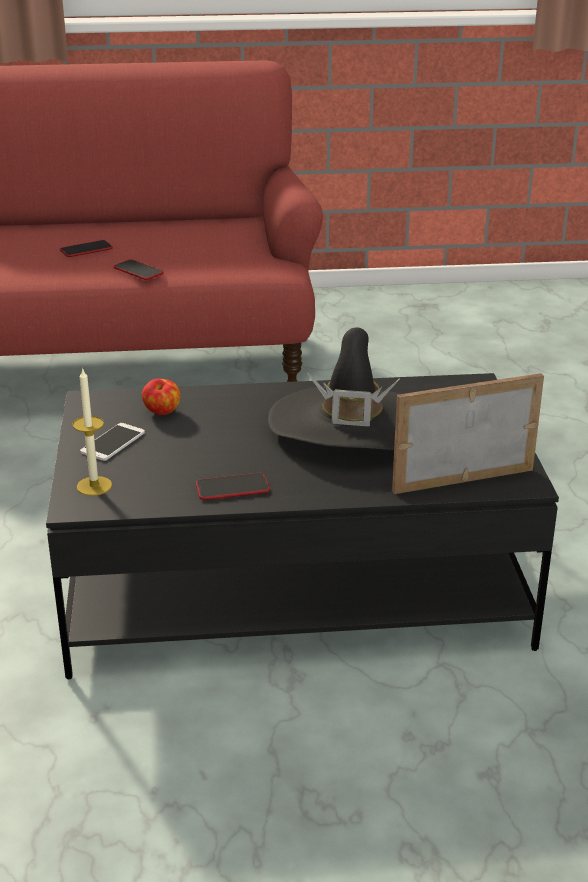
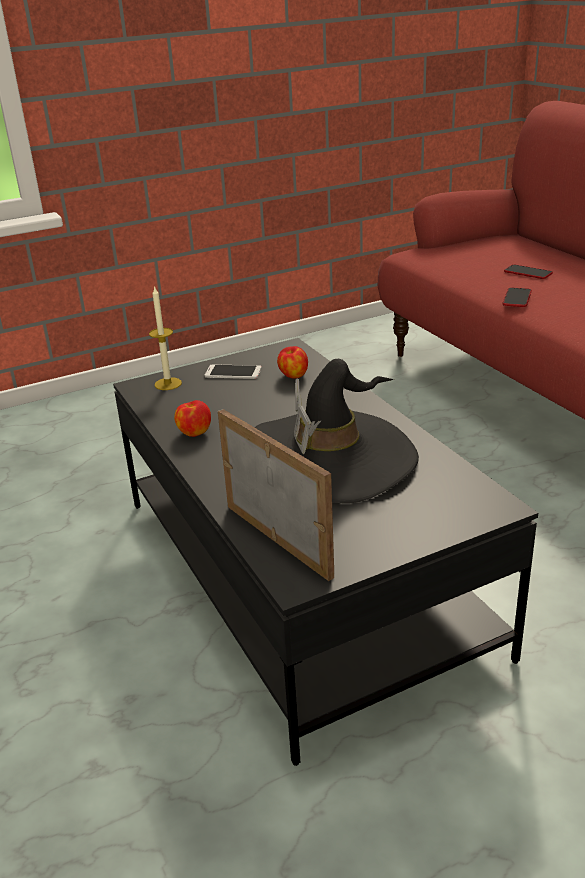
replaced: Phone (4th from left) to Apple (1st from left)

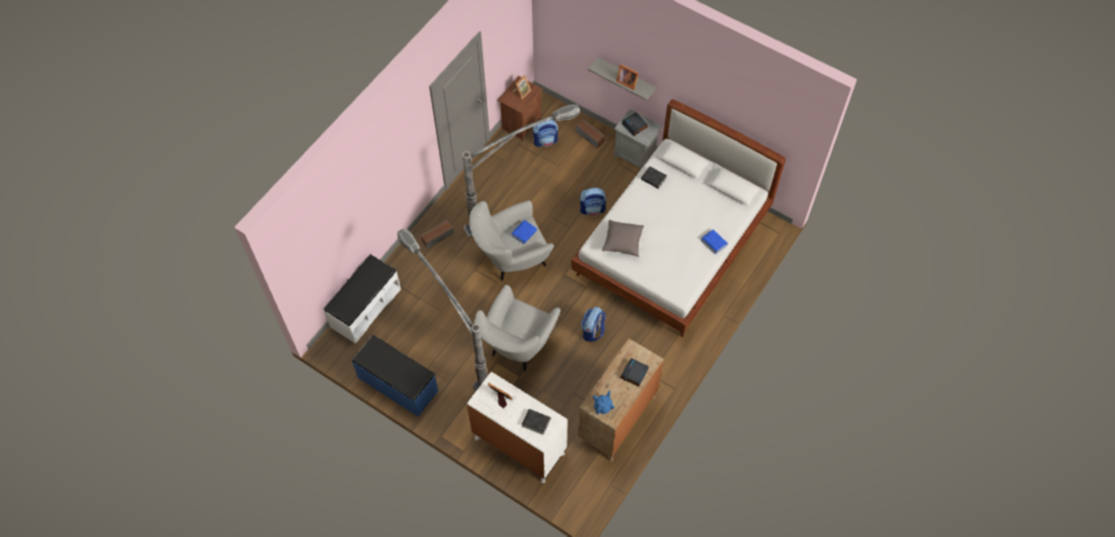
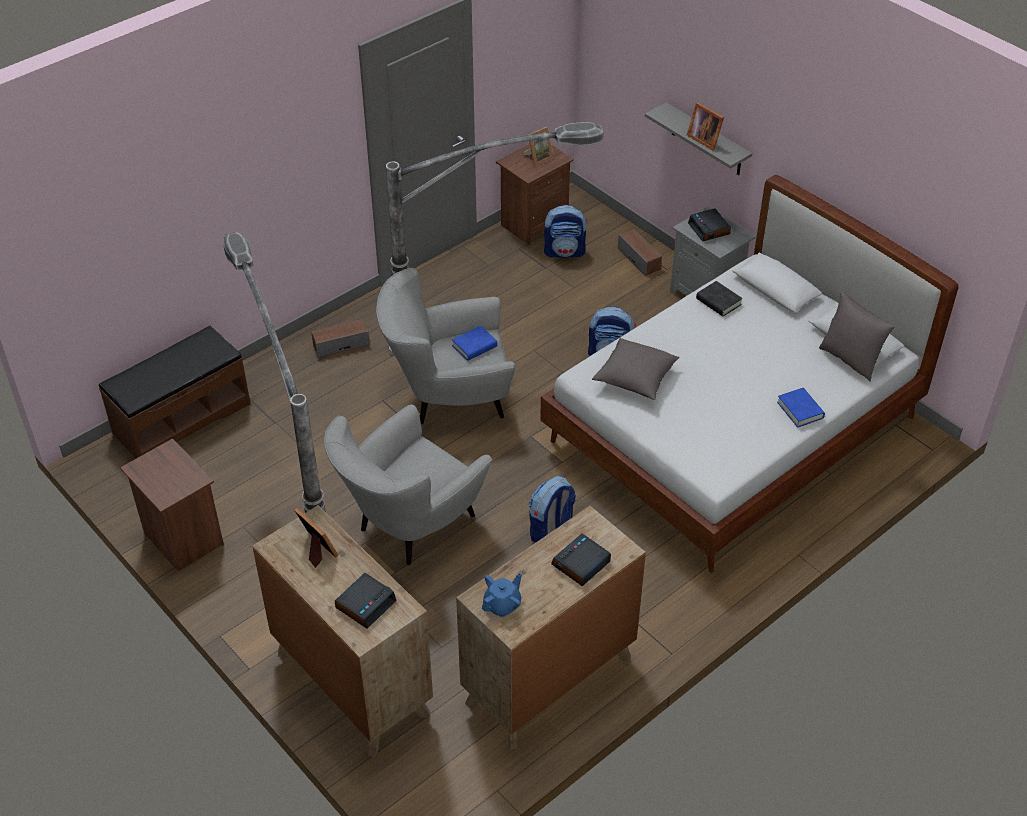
added: GreyPillow (2nd from left)
replaced: BlueBench to BrownNightstand (1st from left); BlackBook (1st from left) to AlarmClock (1st from left)
recoloured: WhiteBench to BrownBench; WhiteDresser to BrownDresser (1st from left)

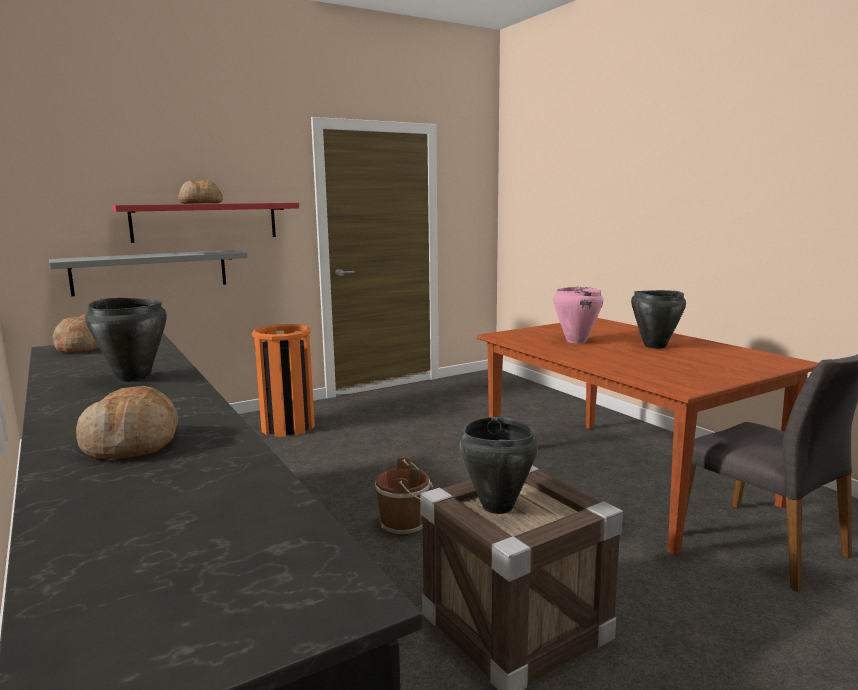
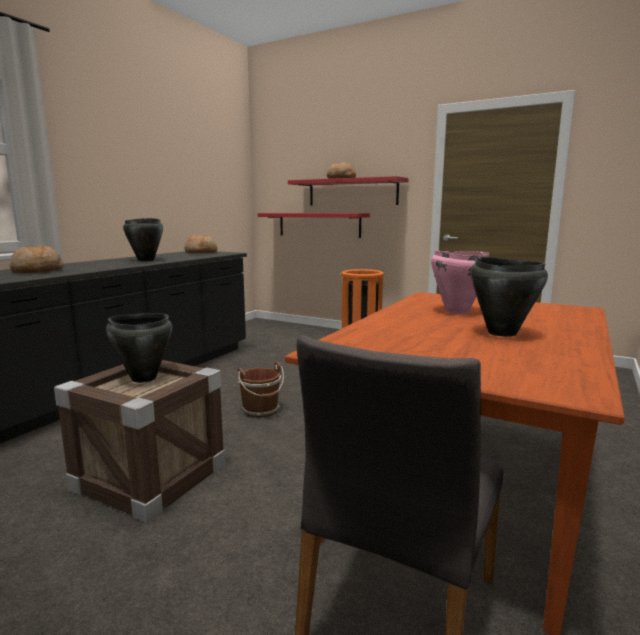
recoloured: GreyShelf to RedShelf (1st from left)

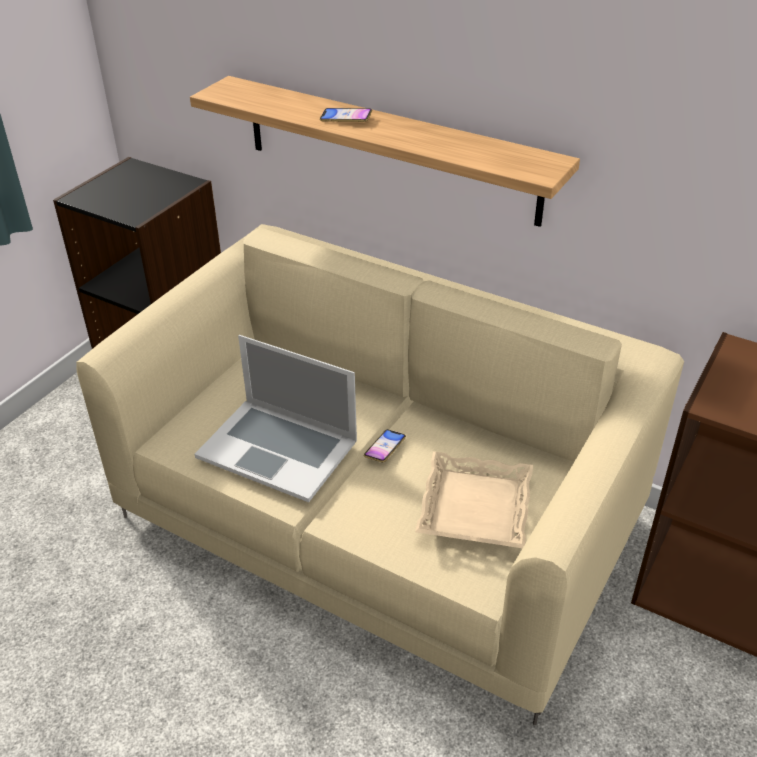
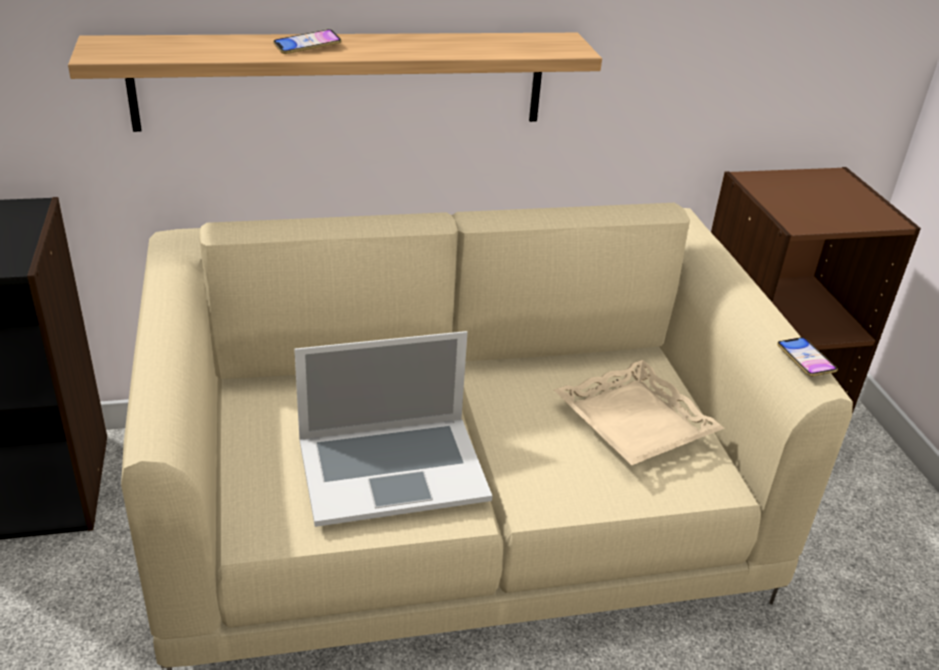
moved: Phone (2nd from left)

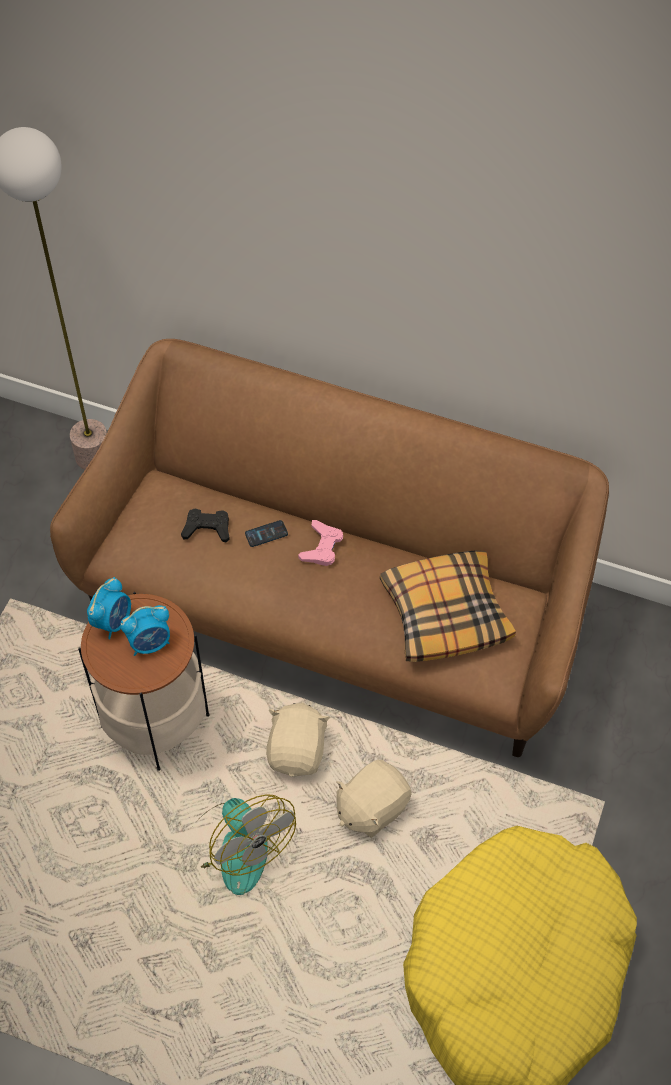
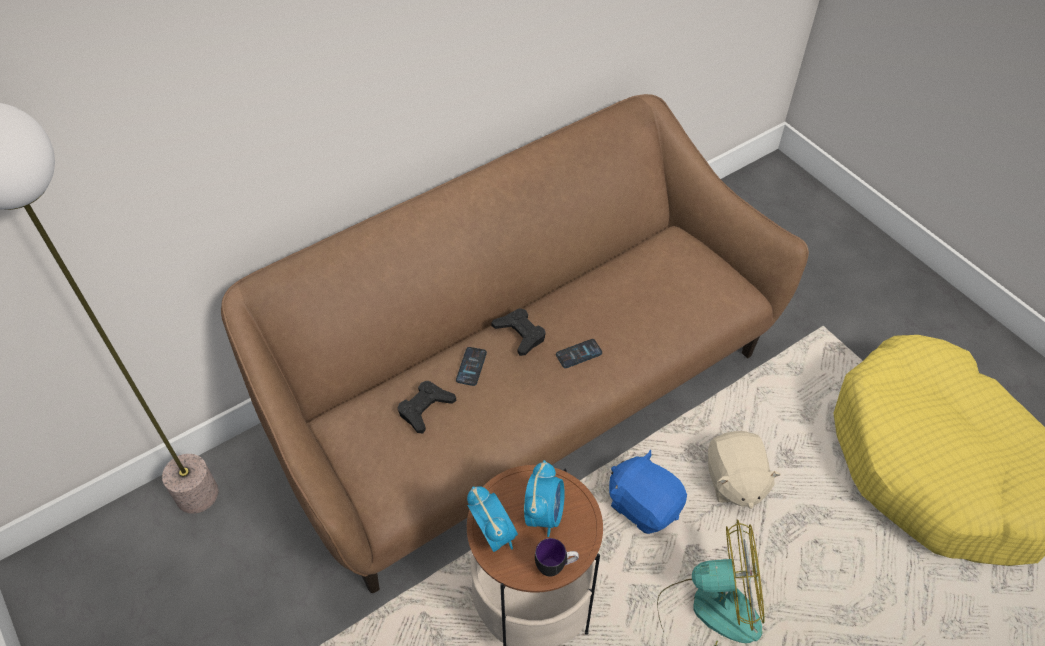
removed: Pillow
added: Mug; Phone (2nd from left)
recoloured: BeigePlushToy (1st from left) to BluePlushToy; PinkGameController to BlackGameController (2nd from left)

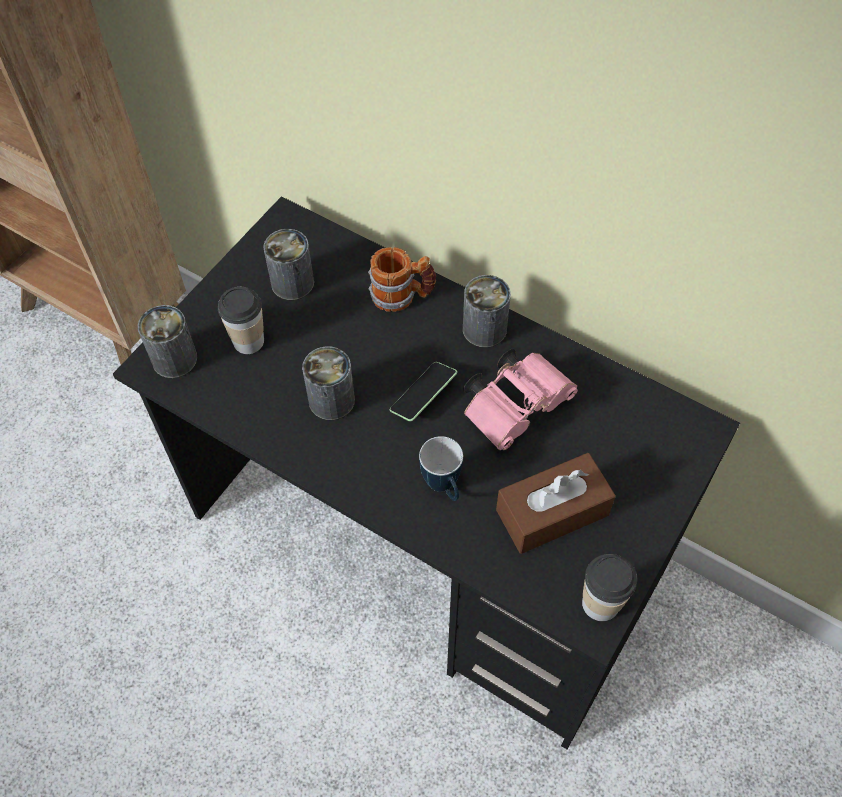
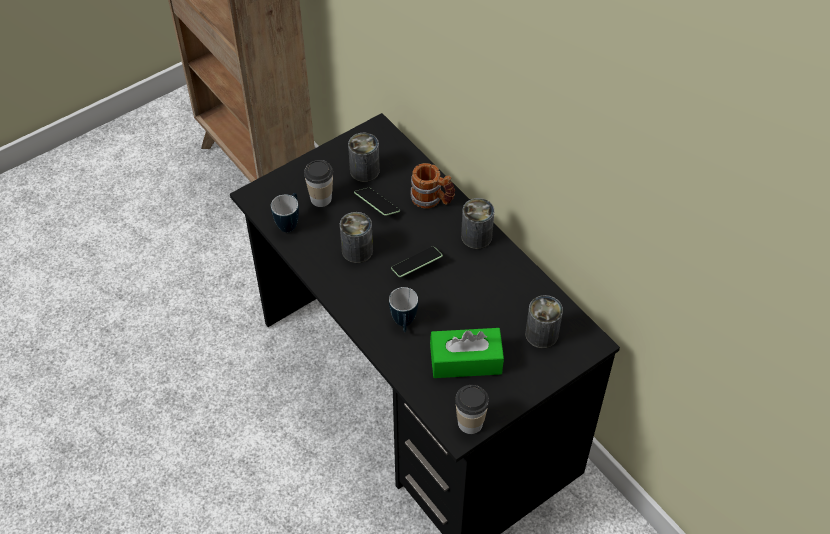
removed: PinkBinoculars
added: Mug (1st from left); Phone (1st from left)
moved: Can (1st from left in the first image) to Can (4th from left)
recoloured: BrownTissueBox to GreenTissueBox

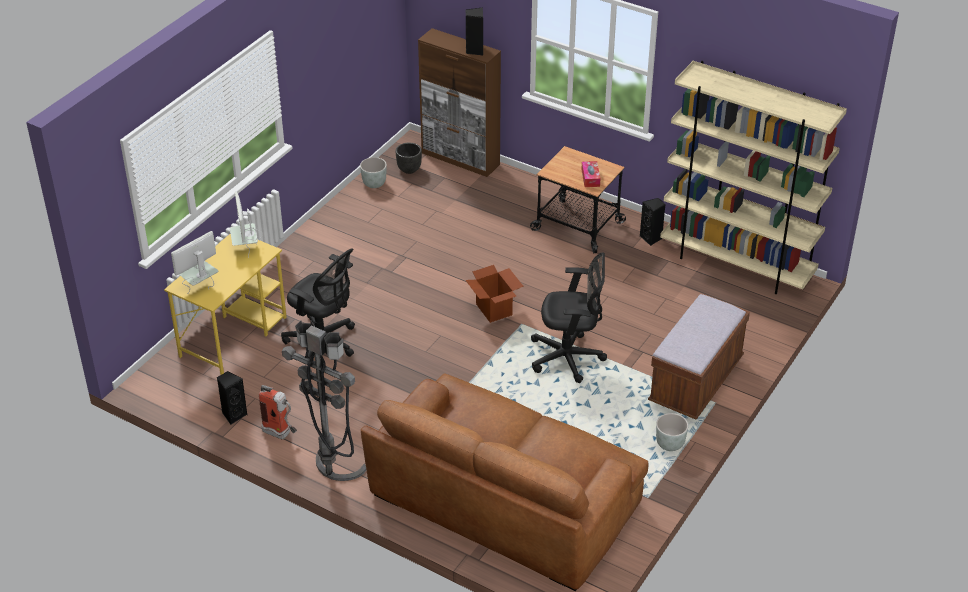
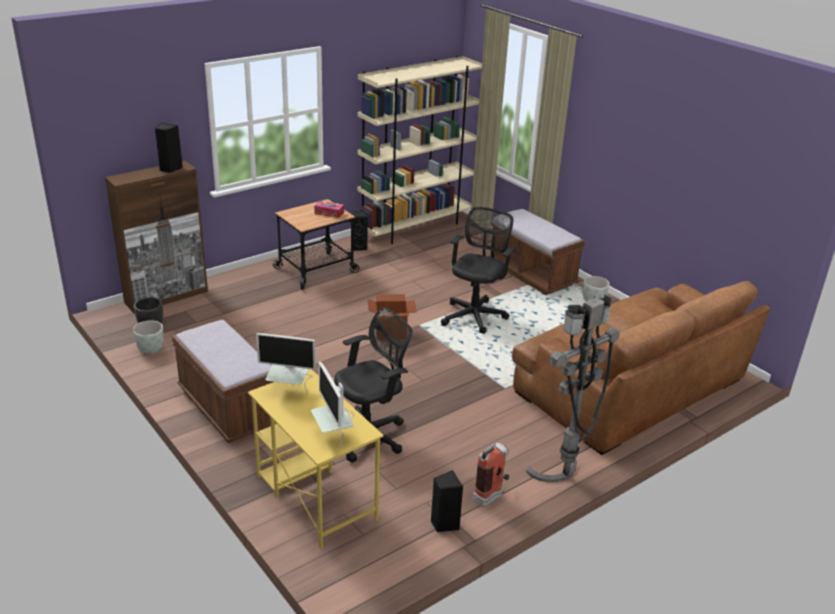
added: BrownBench (1st from left)

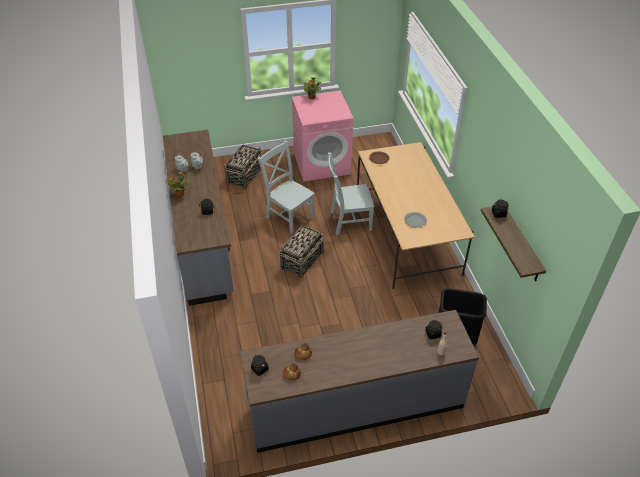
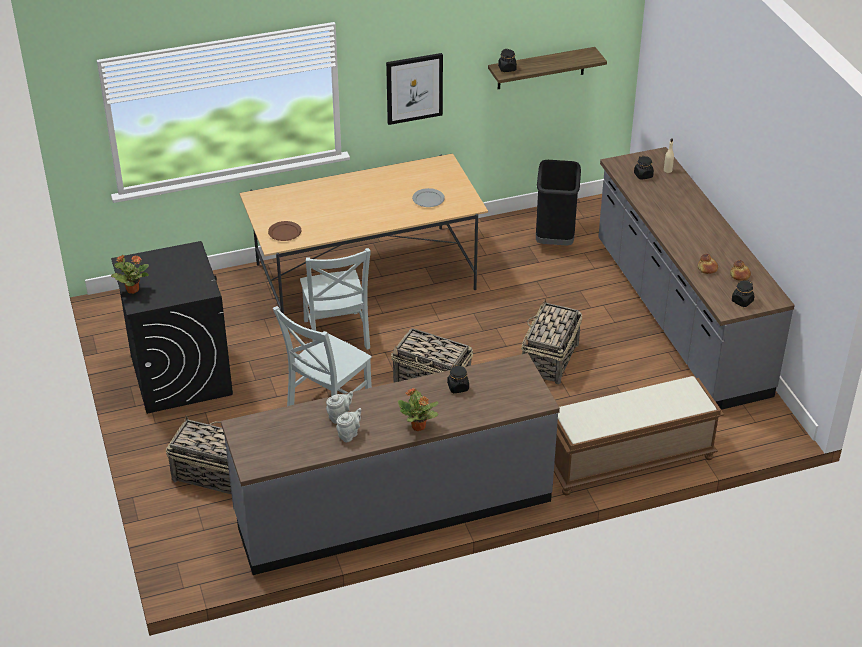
added: Picture; Basket (3rd from left); BrownBench
recoloured: PinkWashingMachine to BlackWashingMachine

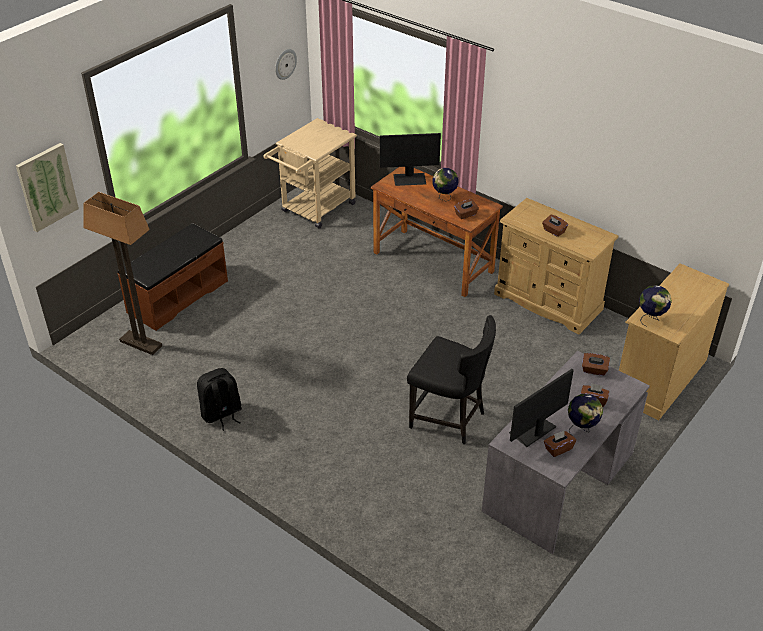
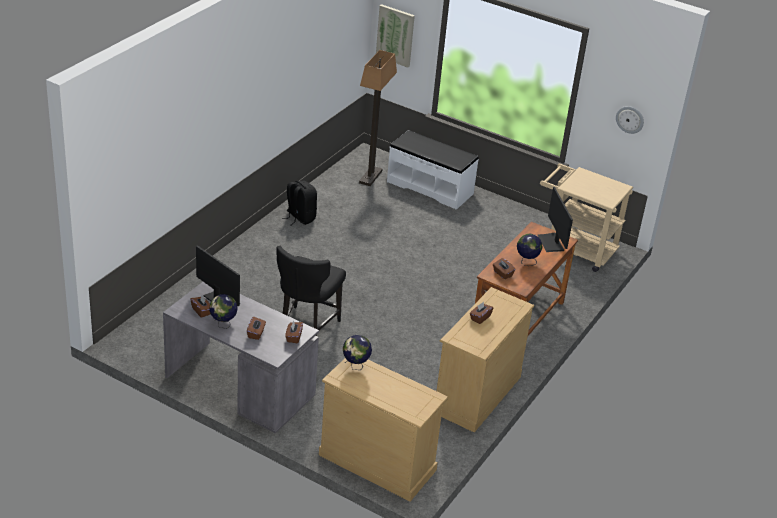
recoloured: BrownBench to WhiteBench

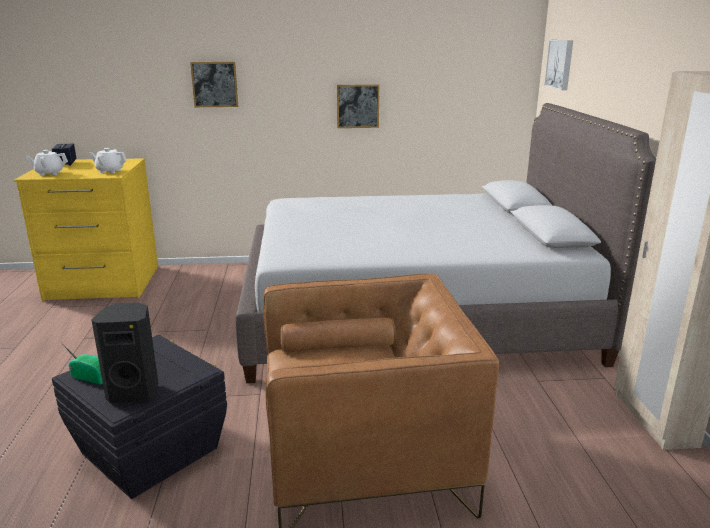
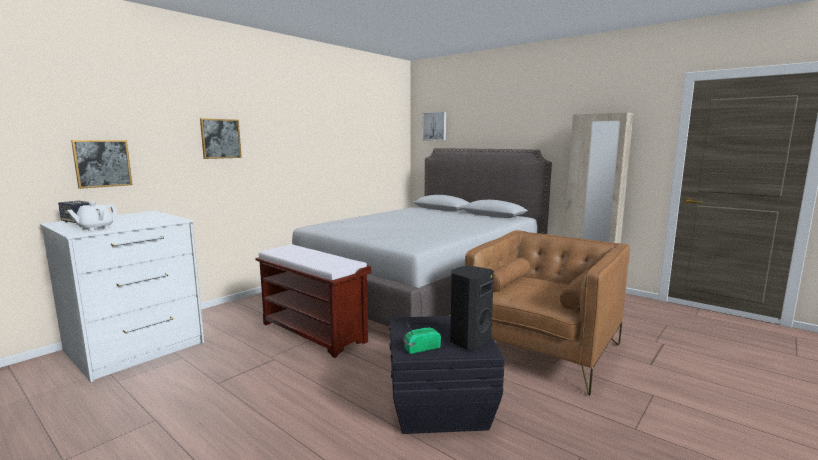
removed: WhiteTeapot (2nd from left)
added: BrownBench
moved: Picture (2nd from left in the first image) to Picture (1st from left)
recoloured: YellowDresser to WhiteDresser

